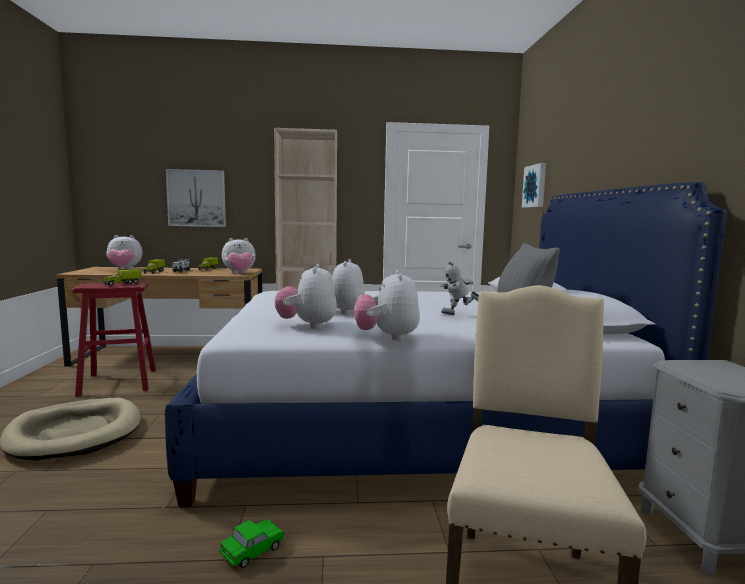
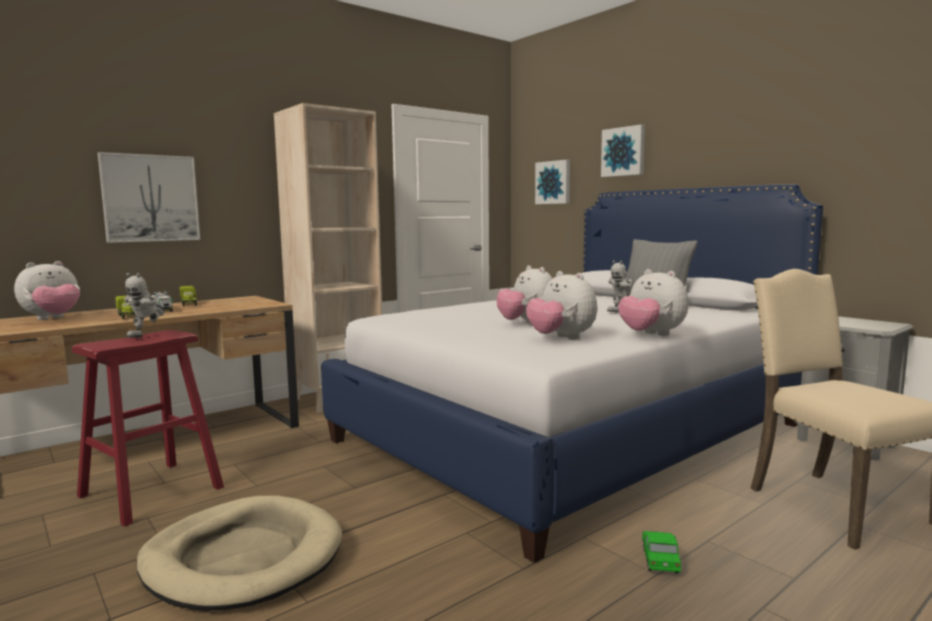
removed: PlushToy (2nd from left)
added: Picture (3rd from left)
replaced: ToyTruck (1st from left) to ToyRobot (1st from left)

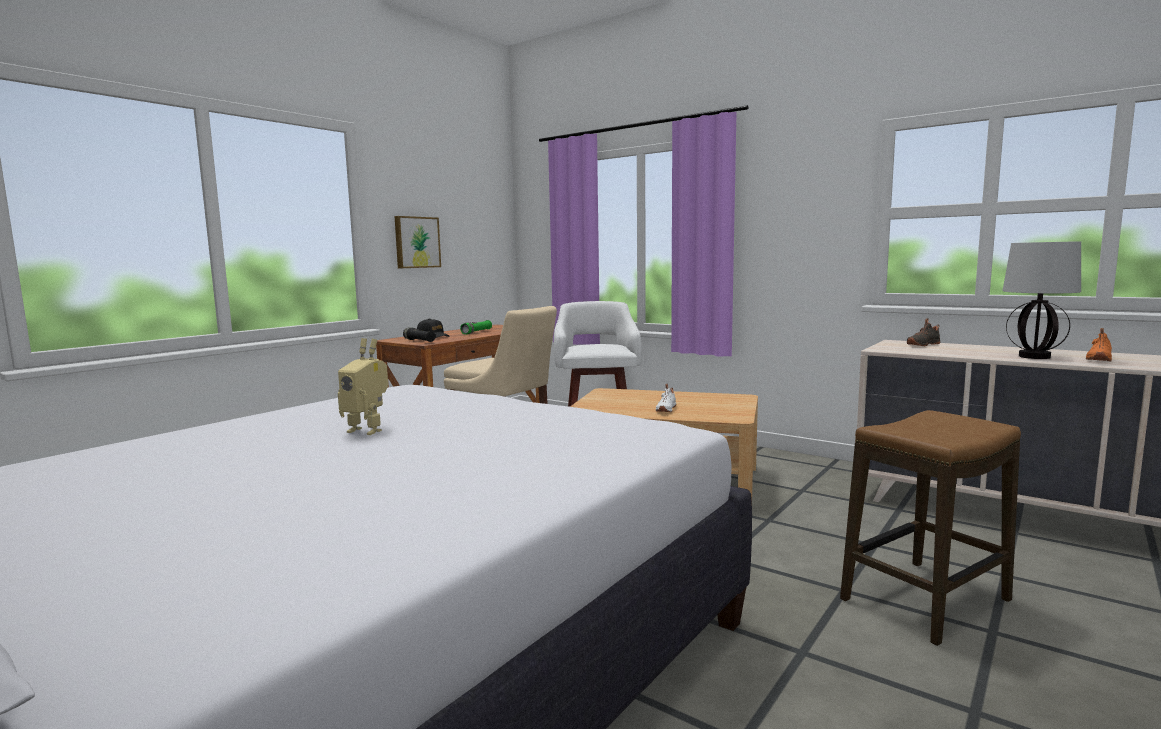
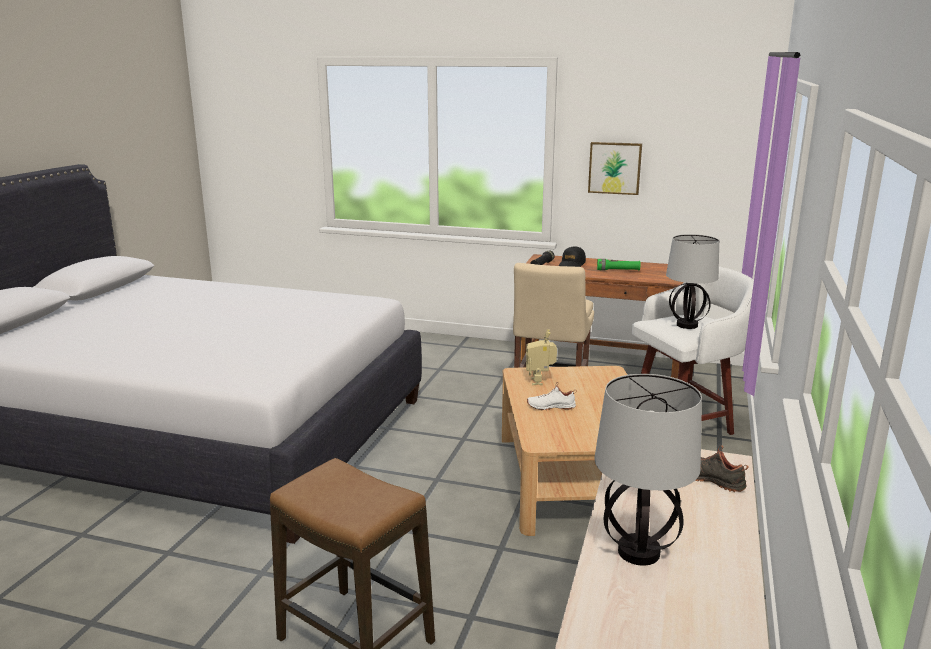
removed: OrangeShoe
added: TableLamp (2nd from left)
moved: ToyRobot

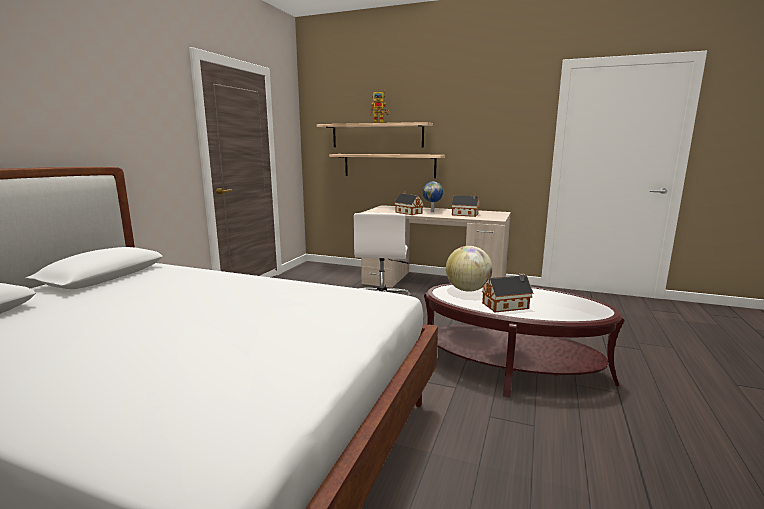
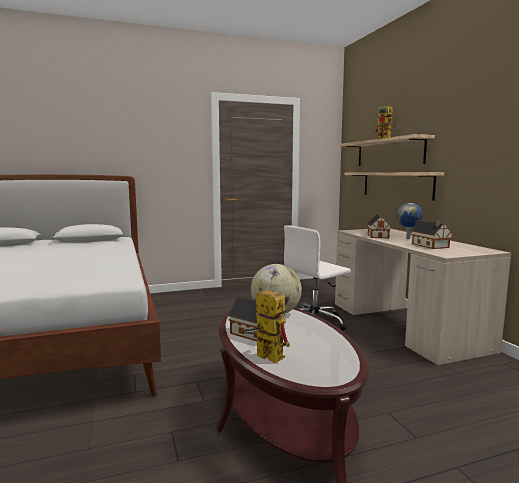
added: ToyRobot (1st from left)

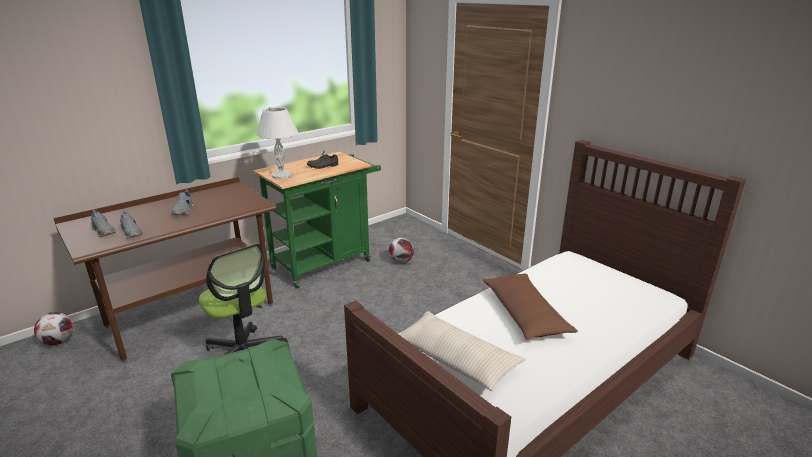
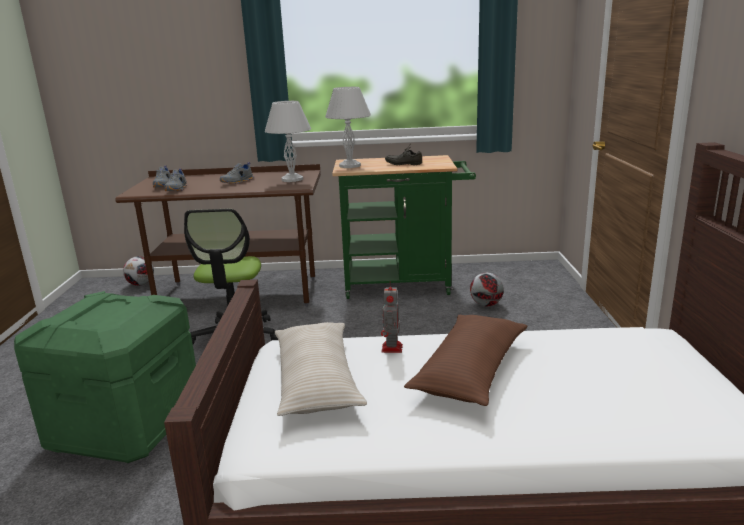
added: WhiteTableLamp (1st from left); ToyRobot

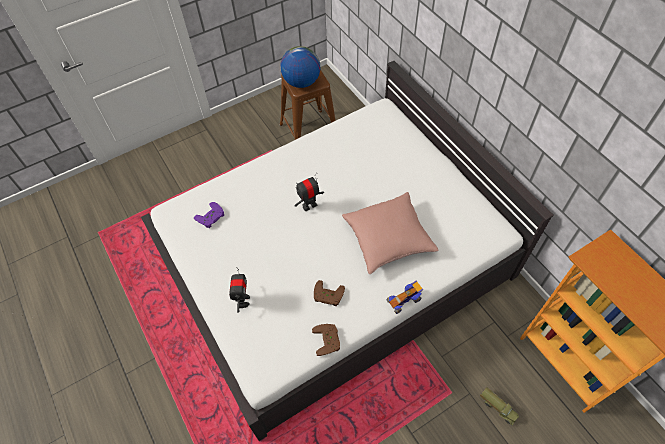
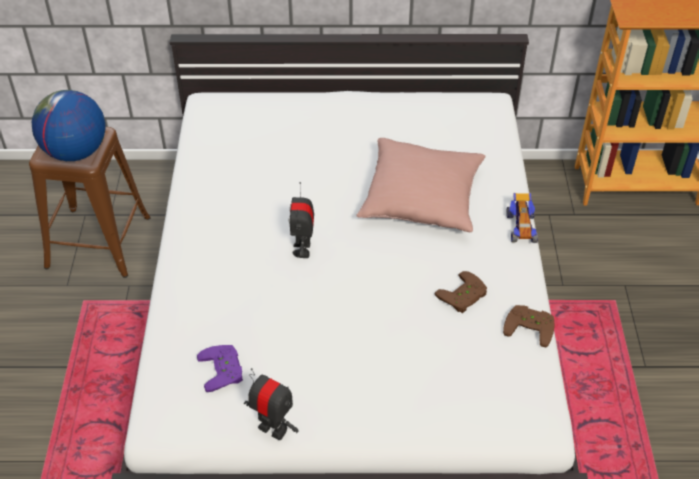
removed: ToyTruck
moved: ToyRobot (1st from left)

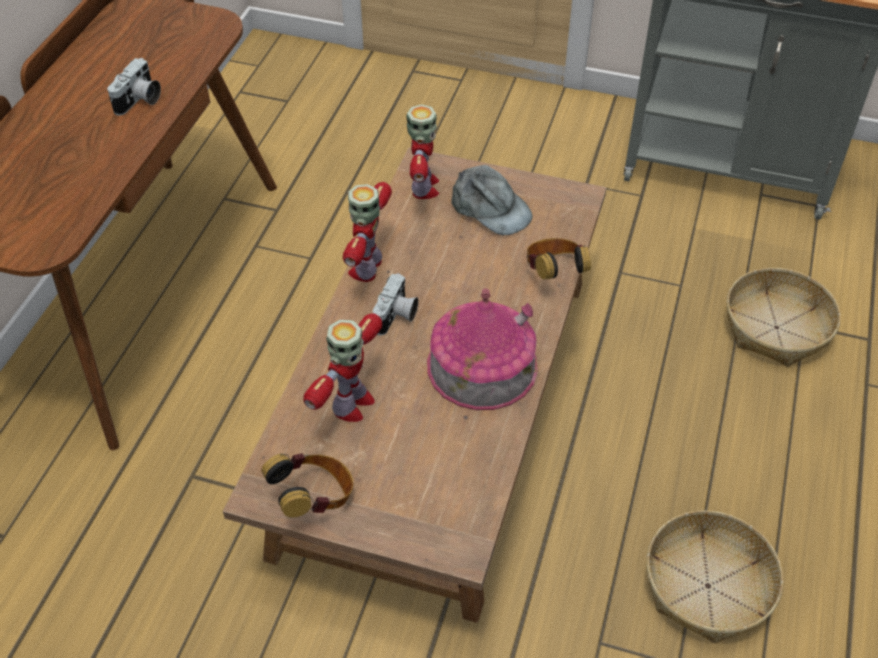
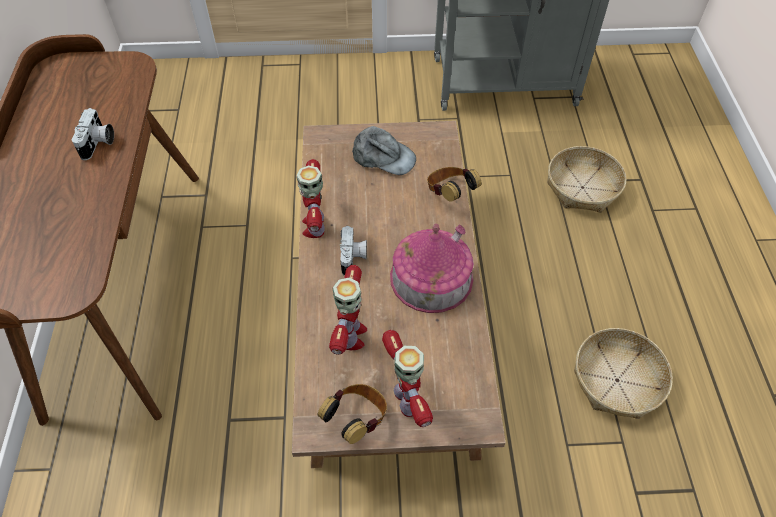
moved: ToyRobot (3rd from left)

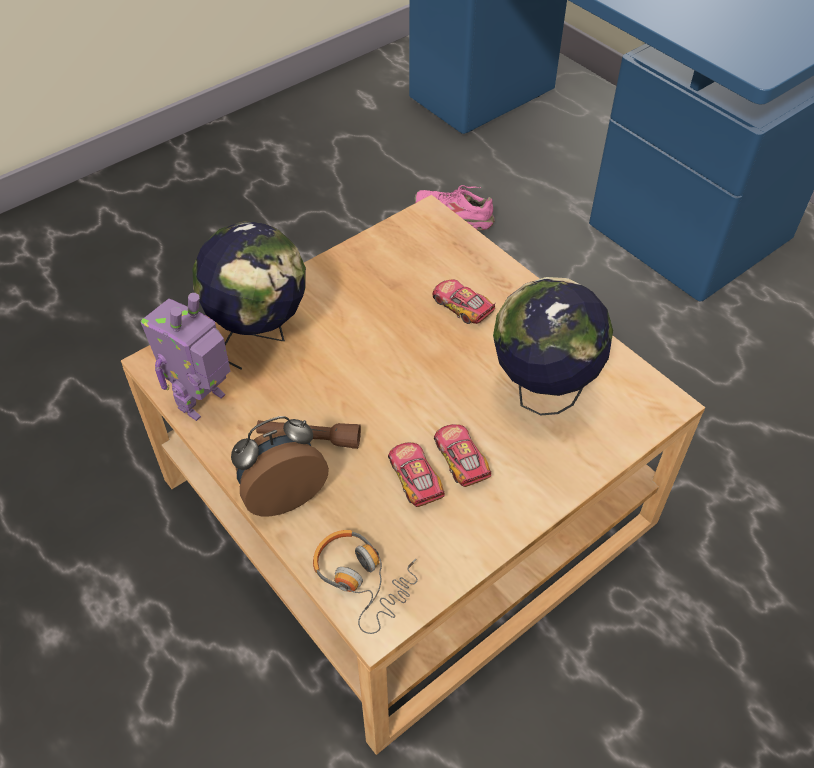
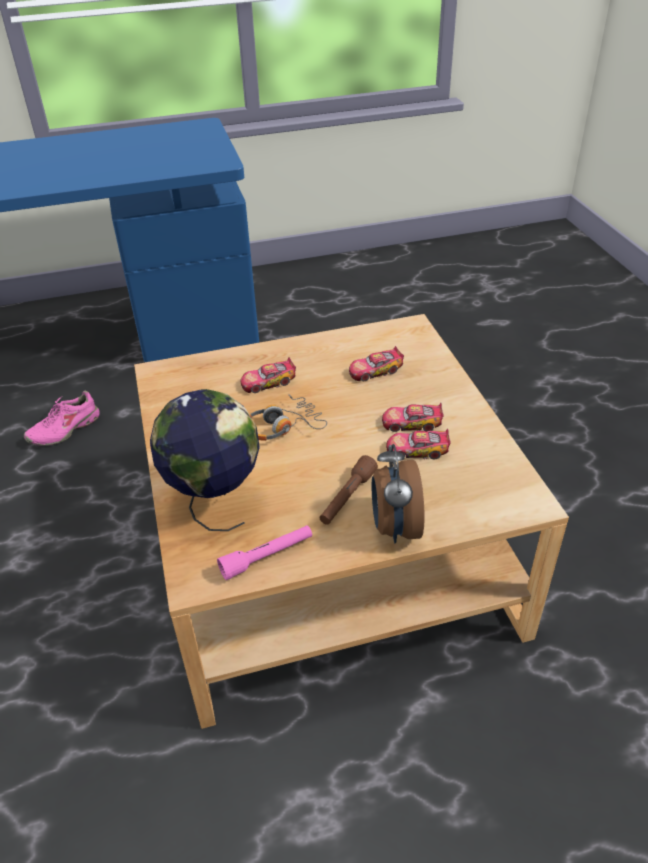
moved: Headphones
replaced: ToyRobot to PinkFlashlight; Globe (2nd from left) to ToyCar (2nd from left)

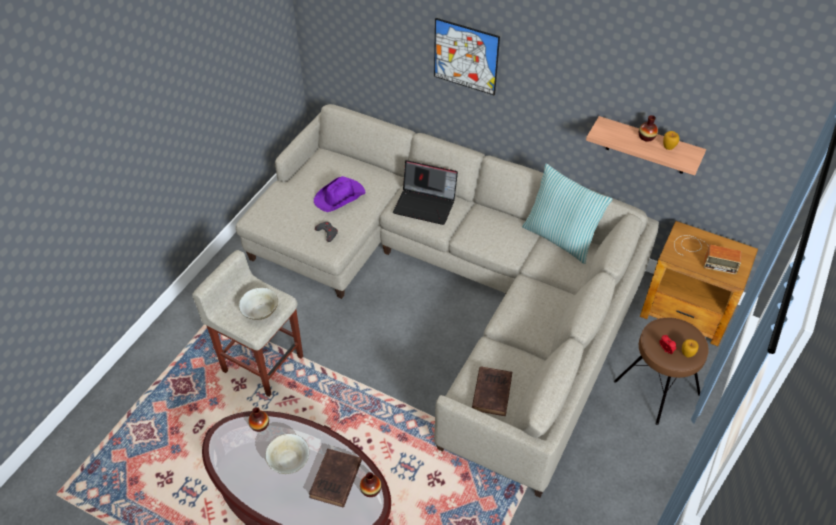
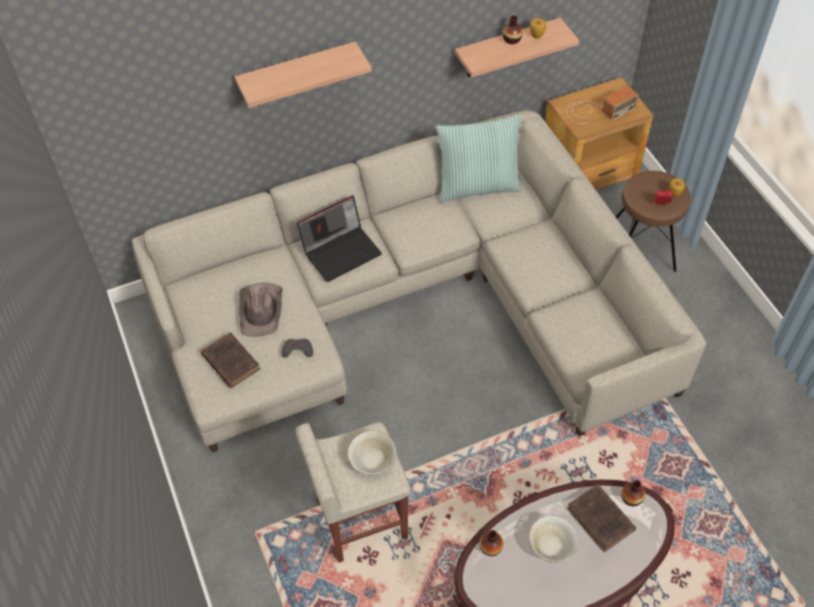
moved: BrownBook (2nd from left in the first image) to BrownBook (1st from left)
replaced: Picture to Shelf (1st from left)
recoloured: PurpleHat to BrownHat

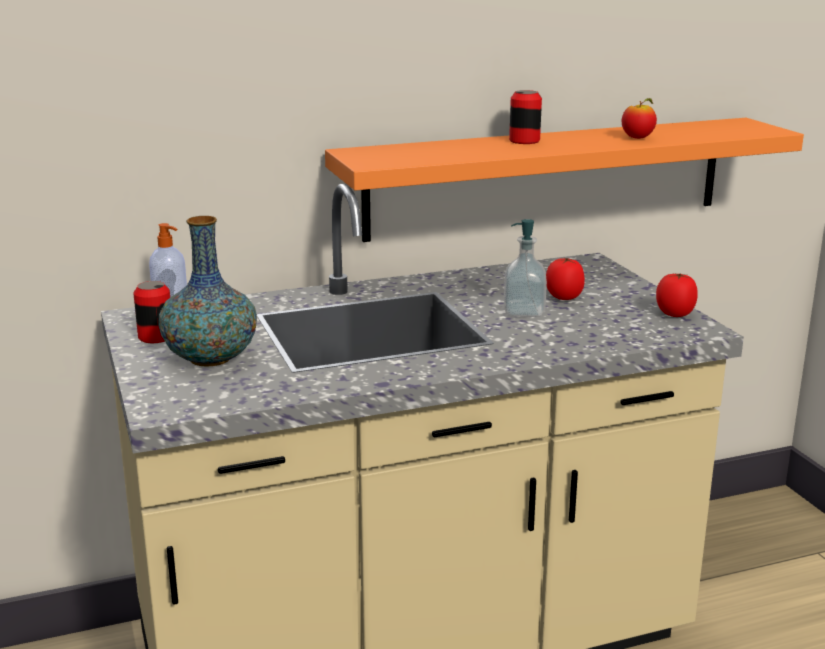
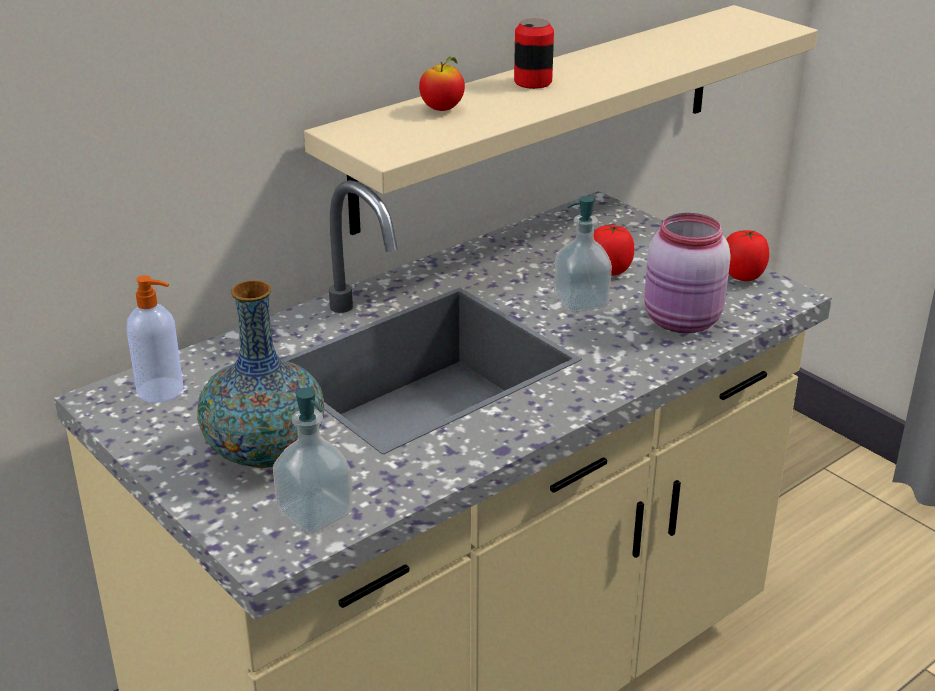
removed: Can (1st from left)
added: SoapDispenser (2nd from left); PinkJar
moved: Apple
recoloured: OrangeShelf to BeigeShelf

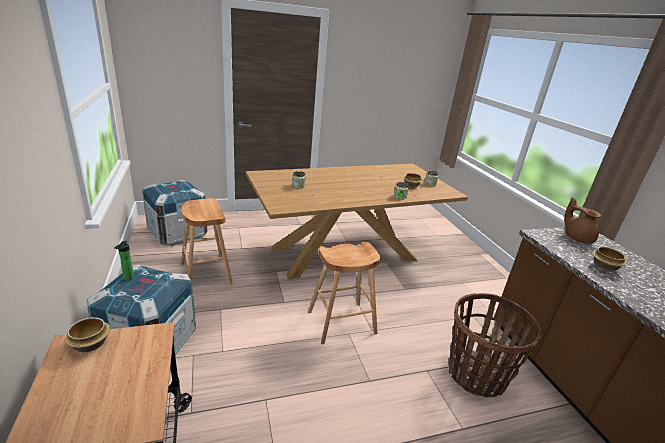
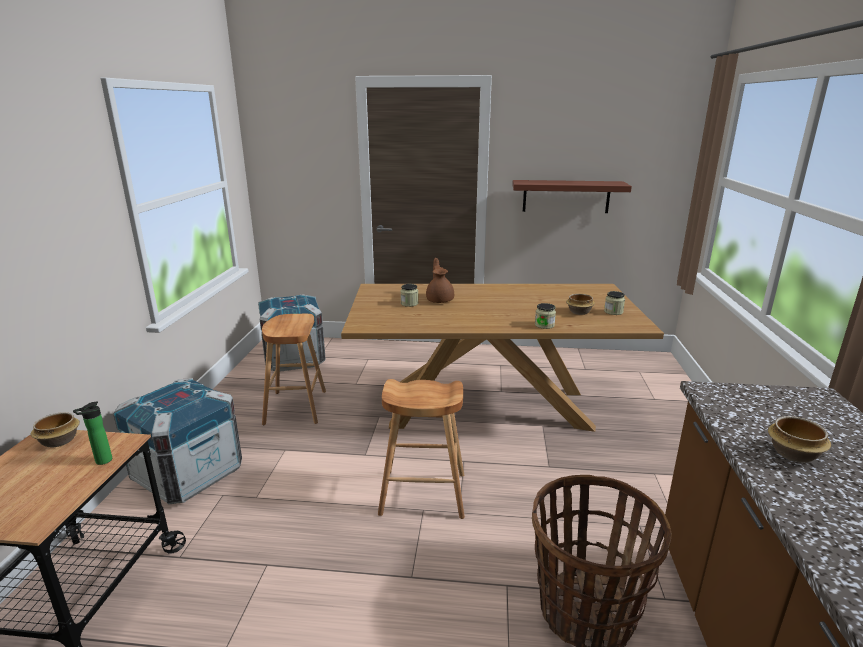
added: Shelf
moved: Bottle; BrownTeapot

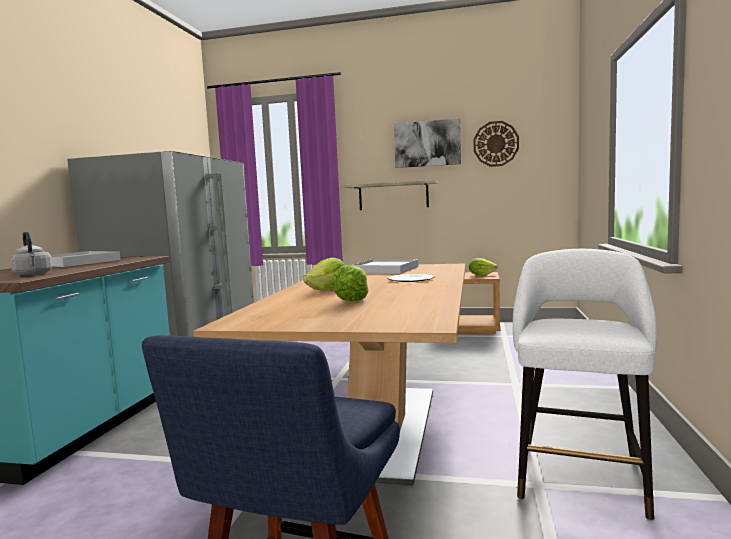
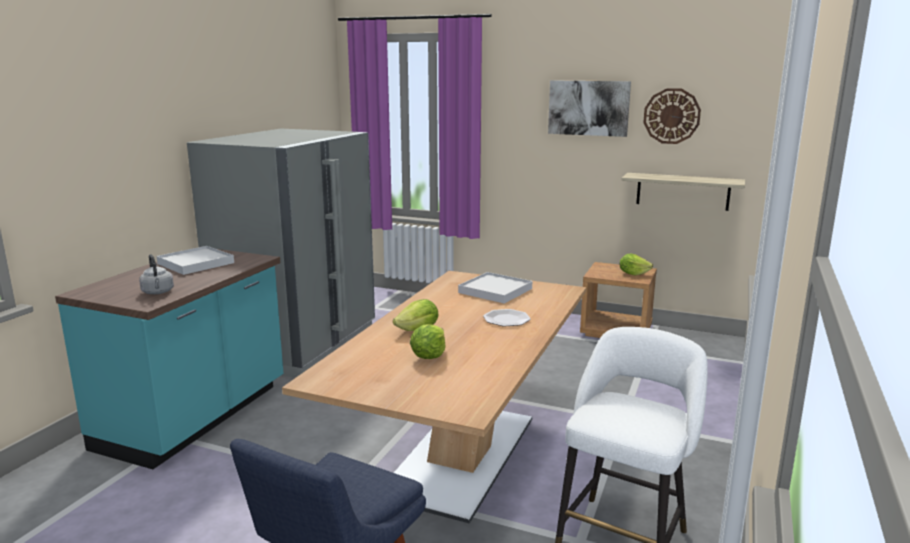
moved: Shelf

